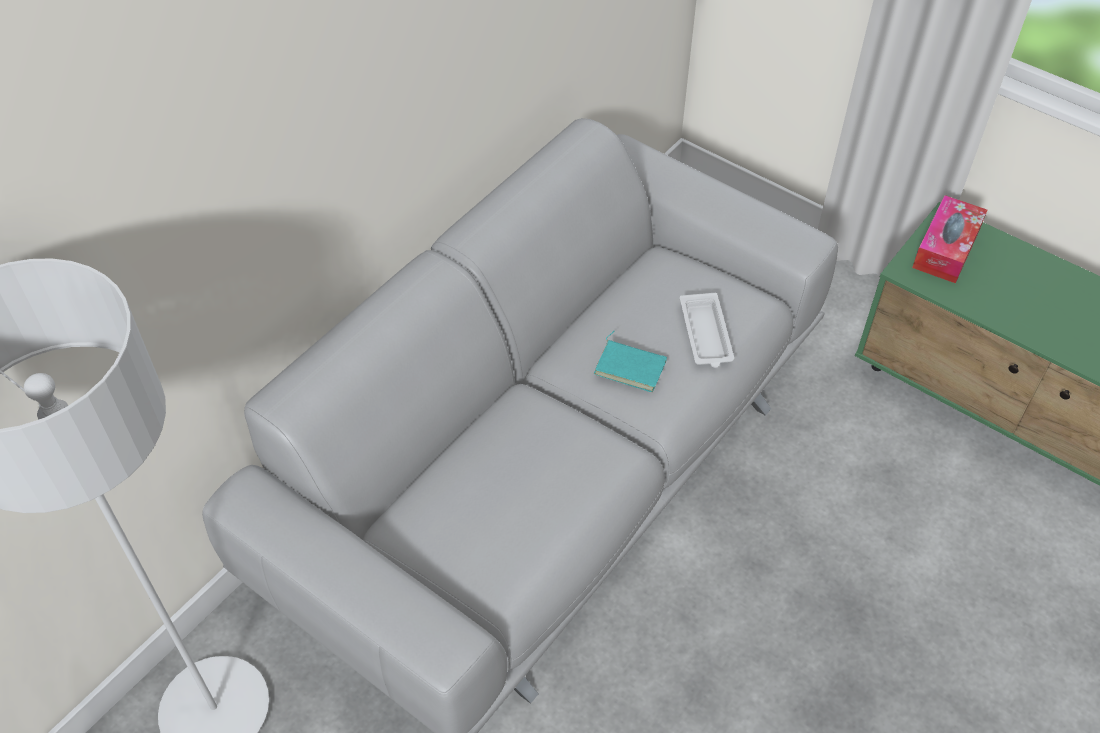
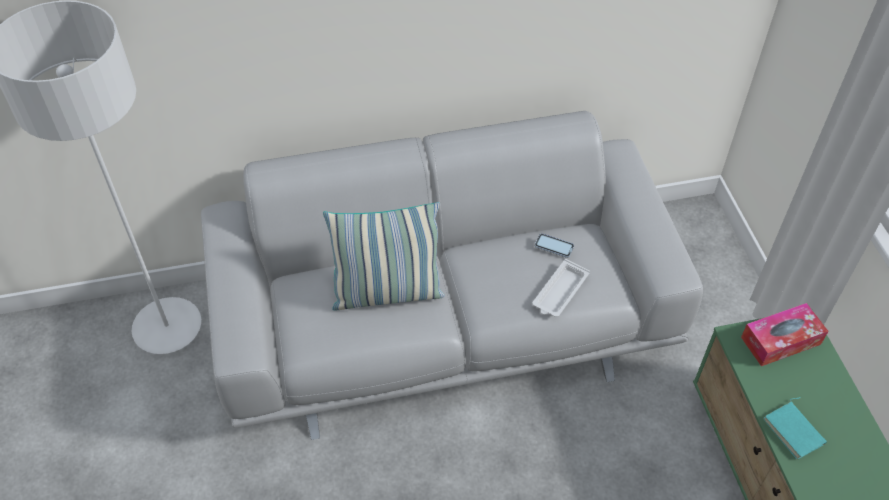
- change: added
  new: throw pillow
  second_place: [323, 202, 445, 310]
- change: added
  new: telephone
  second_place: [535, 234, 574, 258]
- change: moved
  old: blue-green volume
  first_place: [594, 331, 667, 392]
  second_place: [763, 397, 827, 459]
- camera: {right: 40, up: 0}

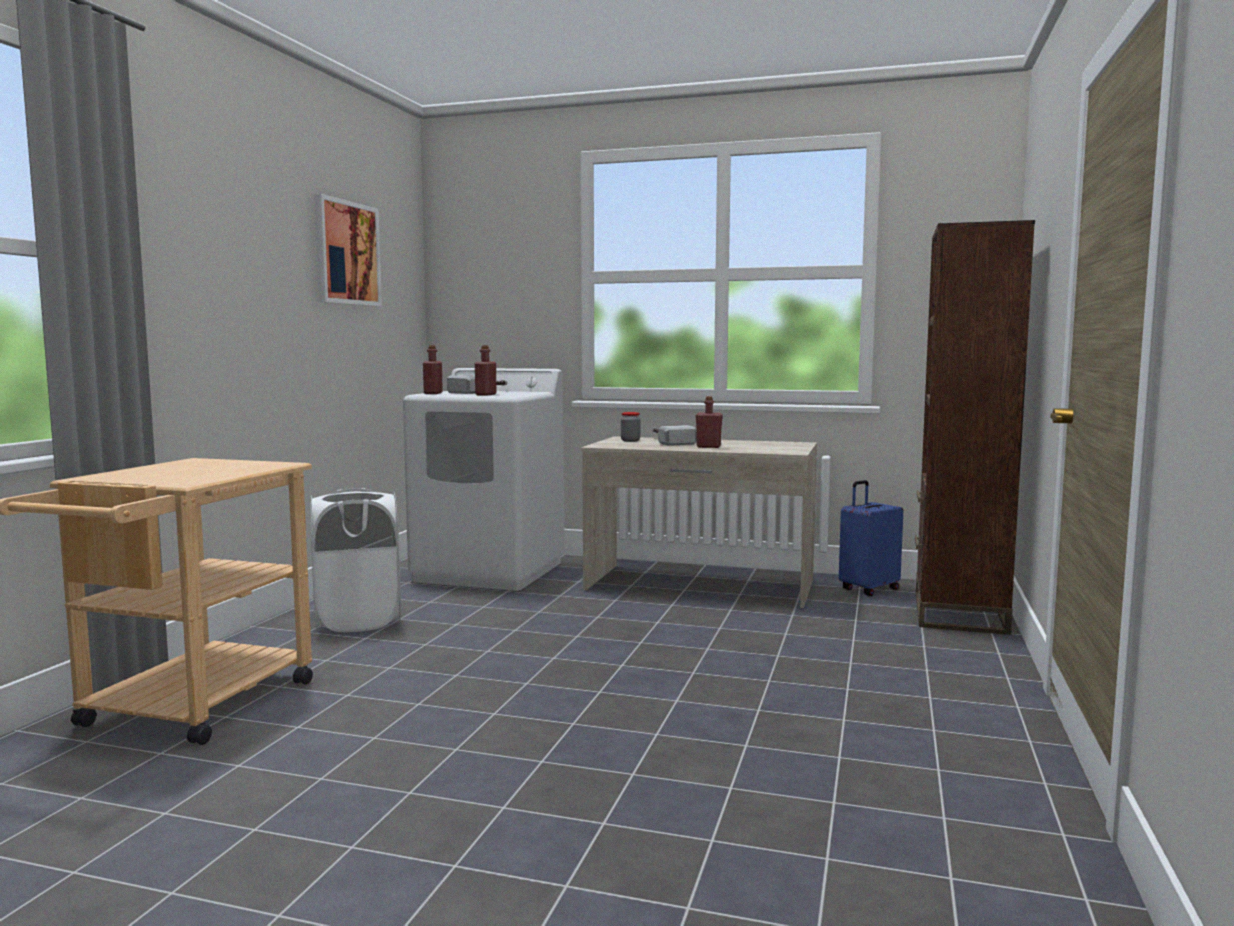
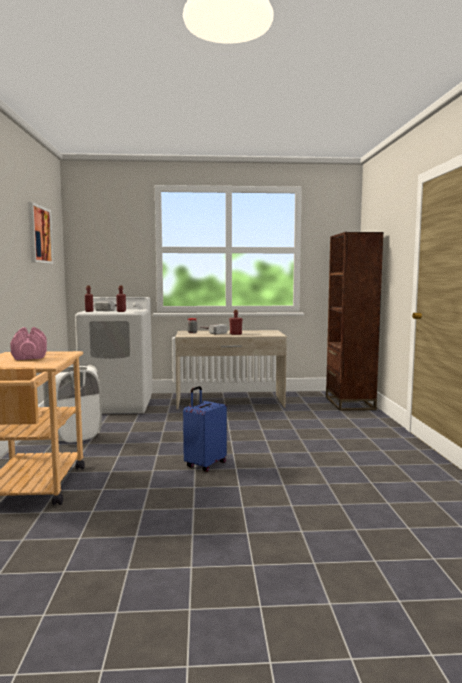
- change: added
  new: pink dumbbell
  second_place: [10, 327, 47, 360]
- change: moved
  old: blue travel case
  first_place: [839, 480, 903, 596]
  second_place: [183, 386, 227, 472]
- camera: {right: -20, up: 0}

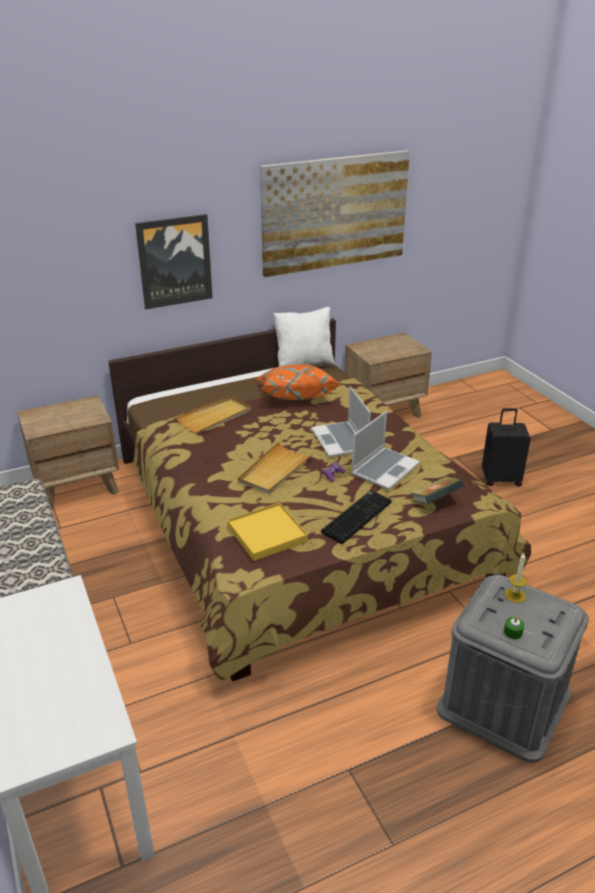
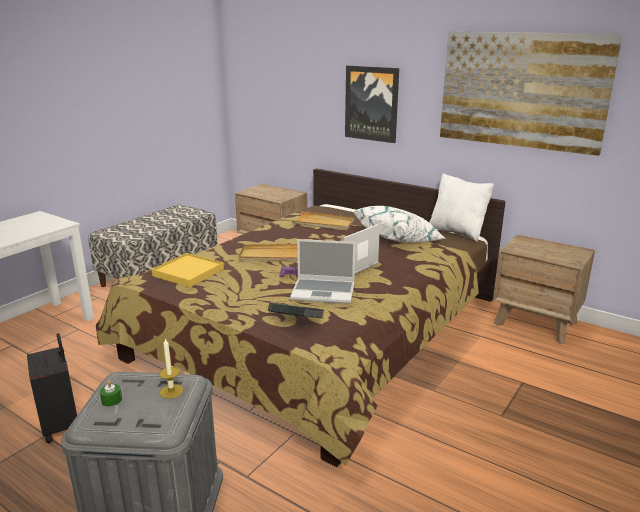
- change: moved
  old: black-coloured travel case
  first_place: [482, 408, 531, 487]
  second_place: [27, 333, 77, 443]
- change: recoloured
  old: orange throw pillow
  new: whitish throw pillow
  first_place: [256, 364, 340, 400]
  second_place: [353, 206, 446, 243]
- change: removed
  old: keyboard
  first_place: [321, 490, 392, 544]
- camera: {right: 60, up: -10}

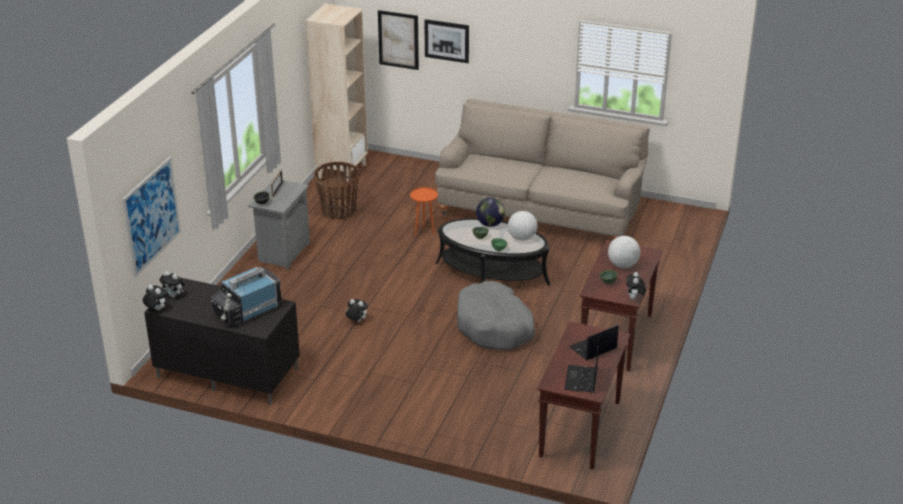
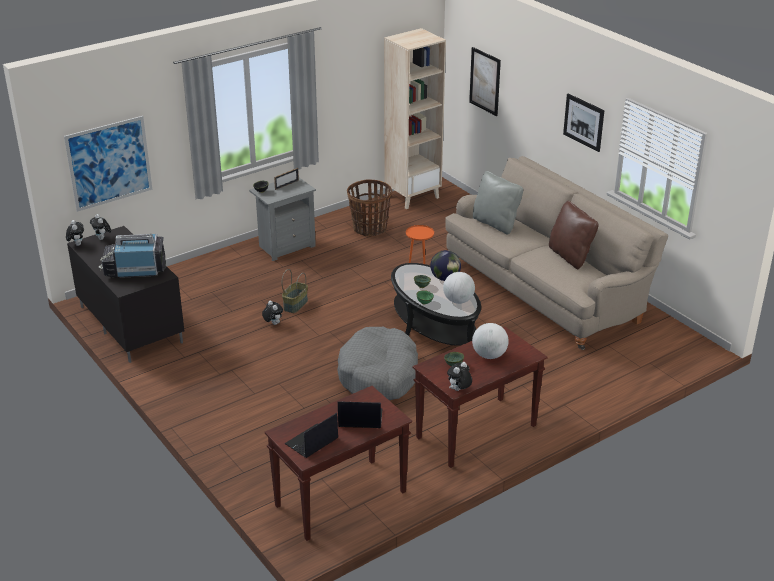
- change: added
  new: storage basket
  second_place: [282, 269, 308, 313]
- change: added
  new: gray throw pillow
  second_place: [473, 171, 523, 234]
- change: added
  new: brown throw pillow
  second_place: [549, 201, 599, 269]
- change: moved
  old: wall art
  first_place: [424, 19, 469, 63]
  second_place: [563, 93, 604, 152]
- camera: {right: 35, up: 0}

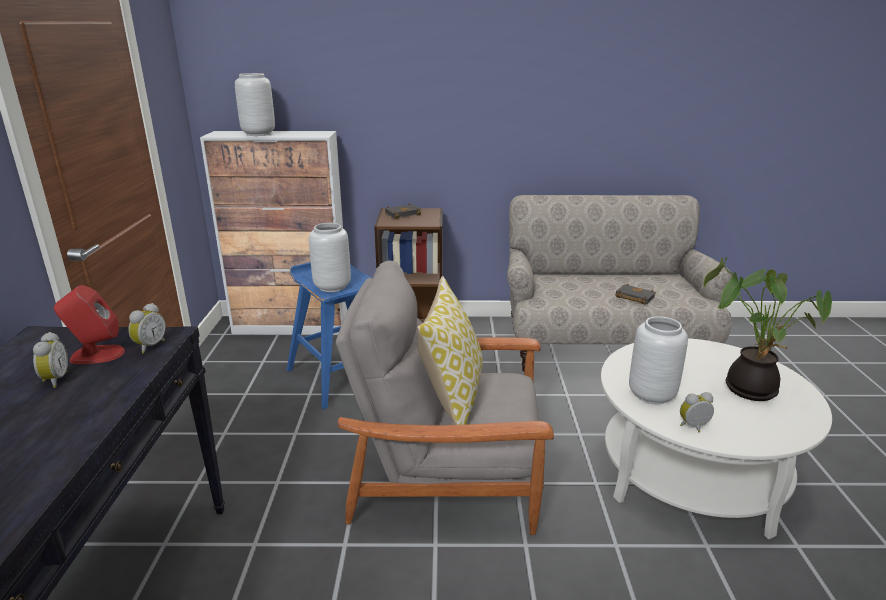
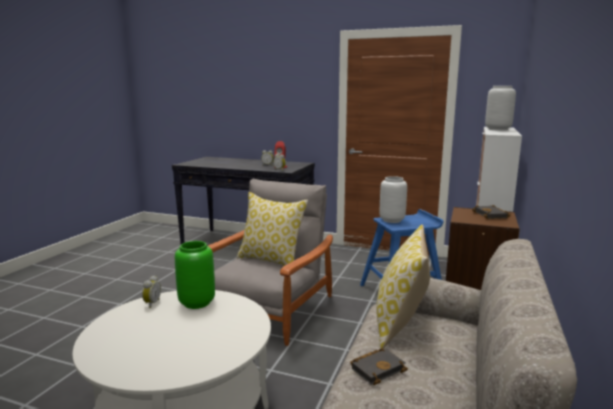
- change: recoloured
  old: gray flower vase
  new: greenish flower vase
  first_place: [629, 316, 688, 404]
  second_place: [175, 241, 215, 309]
- change: added
  new: throw pillow
  second_place: [376, 225, 430, 349]
- change: removed
  old: houseplant
  first_place: [704, 257, 832, 401]
- camera: {right: 110, up: -10}

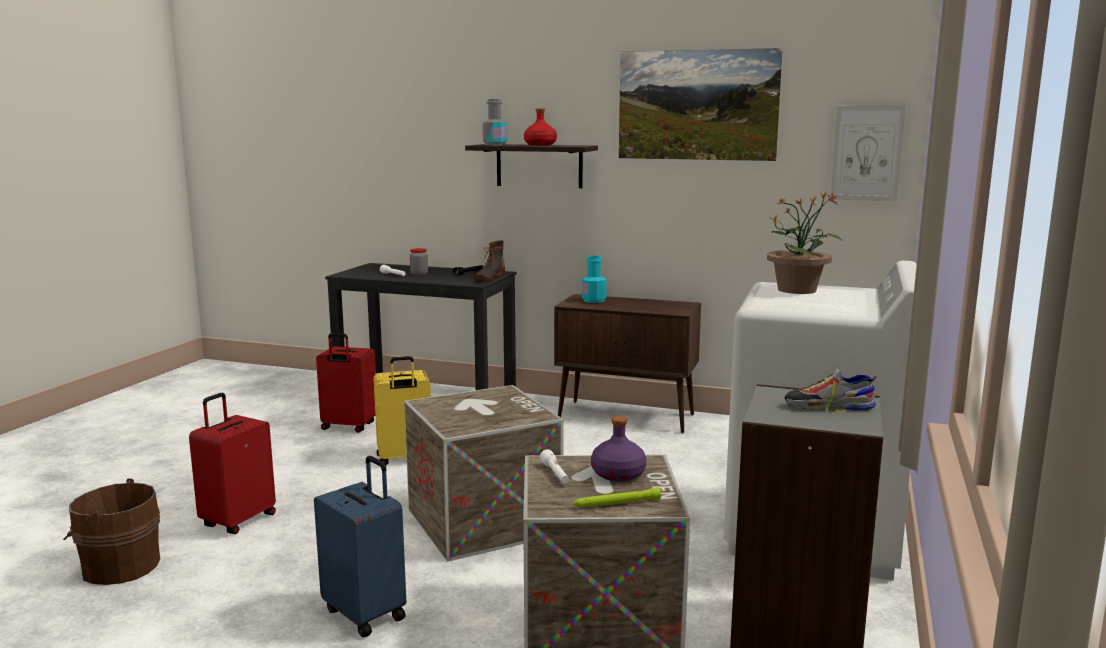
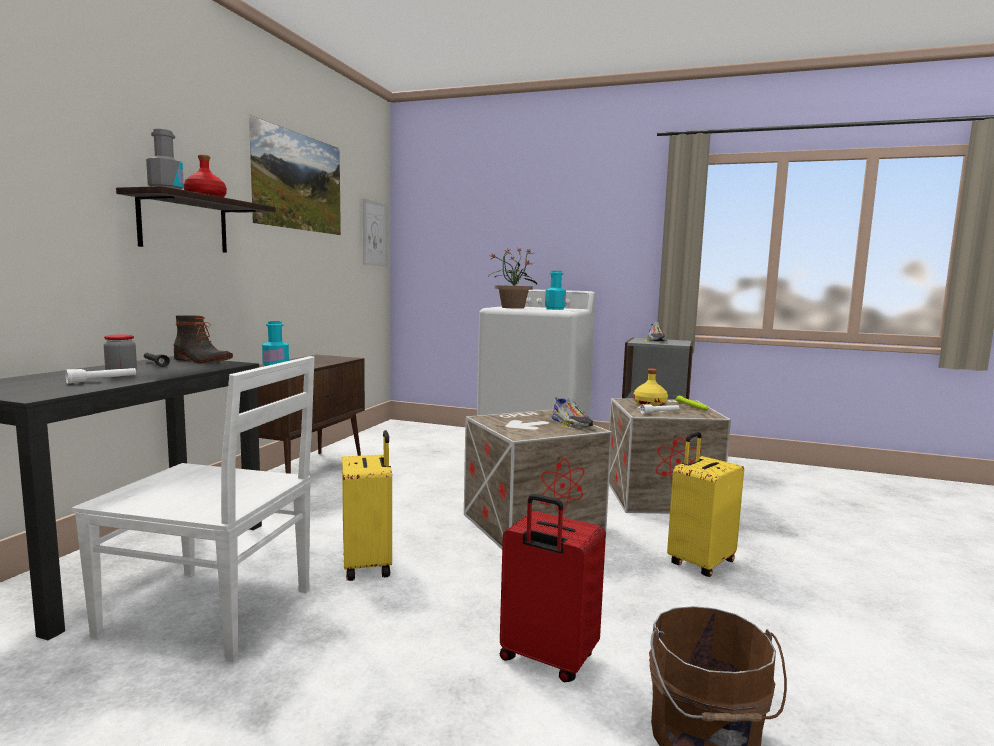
- change: replaced
  old: red-coloured travel case
  new: whitish upright chair
  first_place: [316, 333, 376, 433]
  second_place: [72, 356, 315, 662]
- change: added
  new: blue-green bottle
  second_place: [545, 271, 566, 310]
- change: added
  new: low shoe
  second_place: [551, 397, 594, 429]
- change: recoloured
  old: purple-coloured bottle
  new: yellowish bottle
  first_place: [591, 416, 646, 482]
  second_place: [633, 368, 668, 406]
- change: recoloured
  old: blue travel case
  new: yellowish travel case
  first_place: [314, 456, 406, 637]
  second_place: [667, 432, 744, 577]
- camera: {right: -90, up: -5}

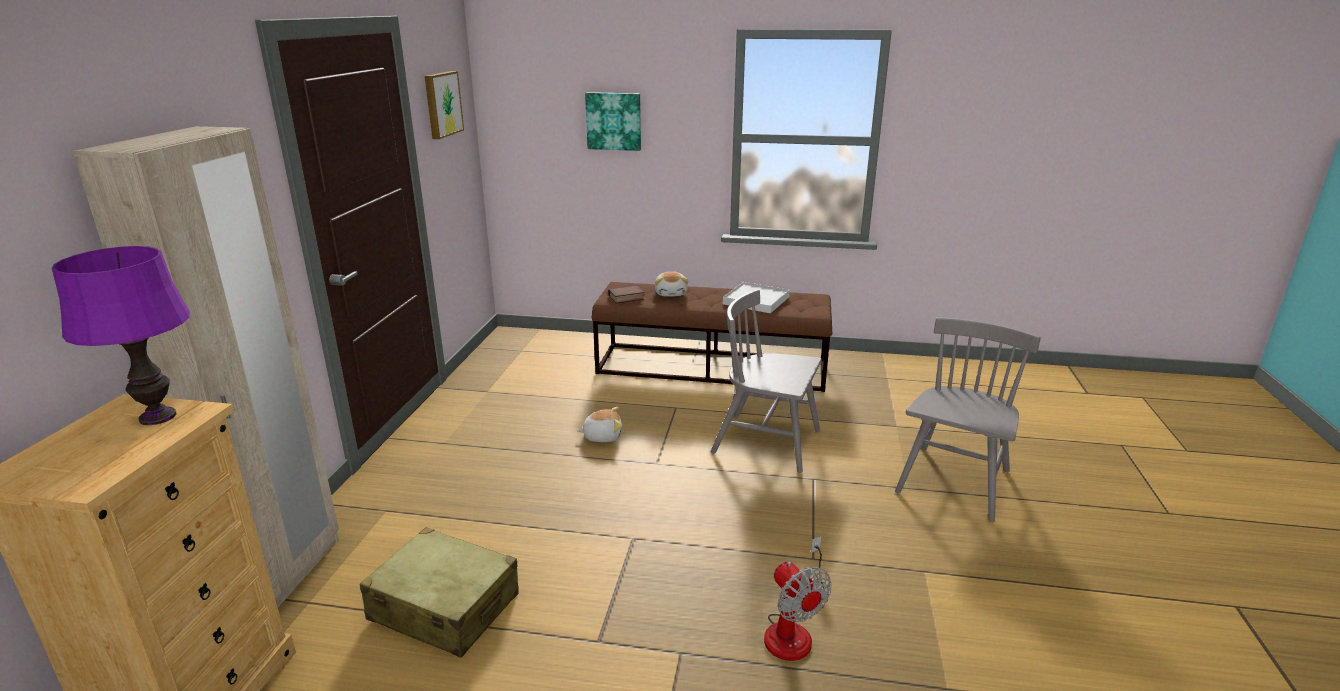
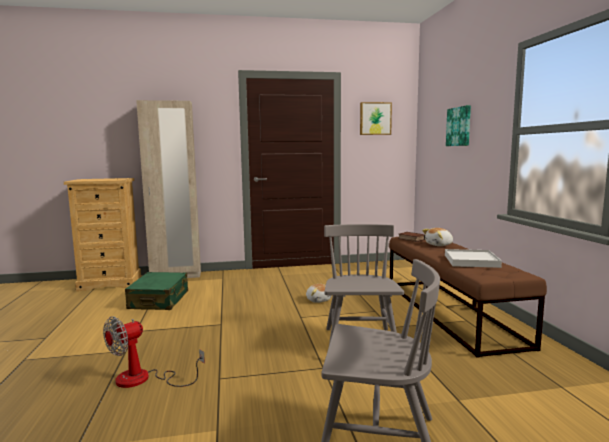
- change: recoloured
  old: sand-coloured travel case
  new: greenish travel case
  first_place: [360, 527, 519, 658]
  second_place: [125, 272, 188, 310]
- change: removed
  old: purple-coloured lamp for a table
  first_place: [52, 246, 190, 425]
- camera: {right: 70, up: -15}

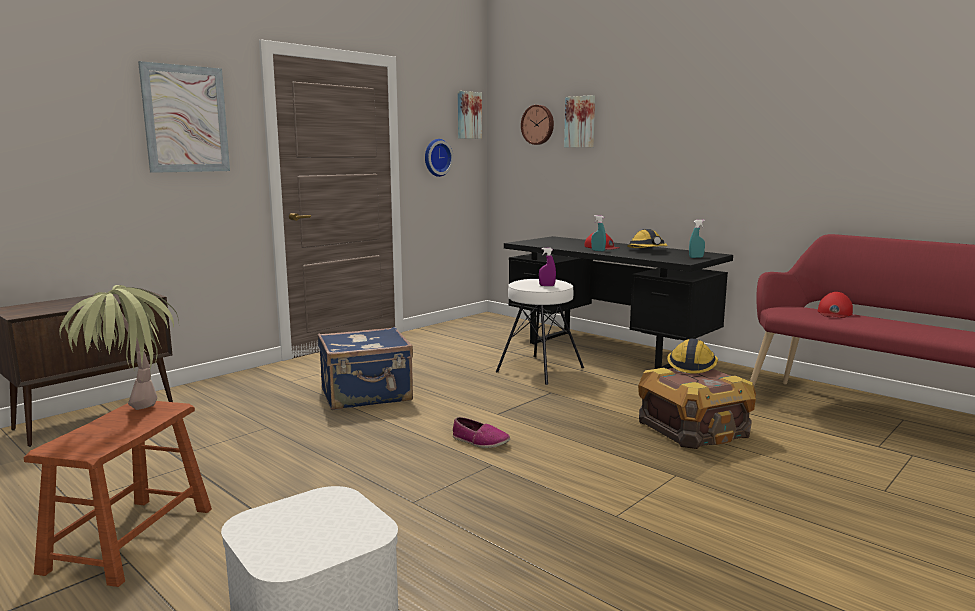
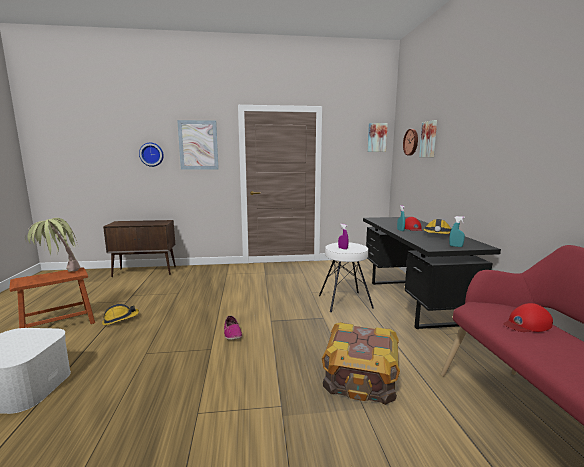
- change: moved
  old: hard hat
  first_place: [667, 339, 718, 374]
  second_place: [102, 304, 139, 325]
- change: moved
  old: wall clock
  first_place: [425, 139, 454, 177]
  second_place: [139, 143, 164, 167]
- change: removed
  old: blue travel case
  first_place: [318, 327, 413, 410]
- camera: {right: 40, up: 0}

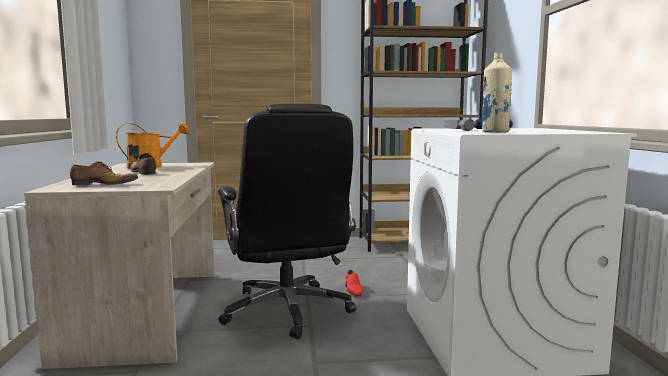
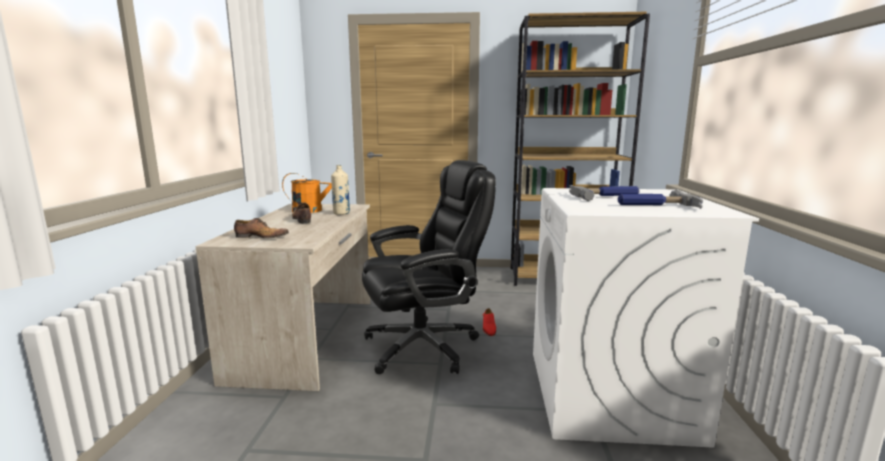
- change: moved
  old: sand-coloured bottle
  first_place: [482, 52, 512, 133]
  second_place: [331, 165, 350, 215]
- change: turned
  old: black-coloured office chair
  first_place: [218, 103, 356, 339]
  second_place: [362, 160, 496, 374]
  degrees: -105
- change: added
  new: hammer
  second_place: [618, 190, 703, 209]
- camera: {right: 10, up: 5}

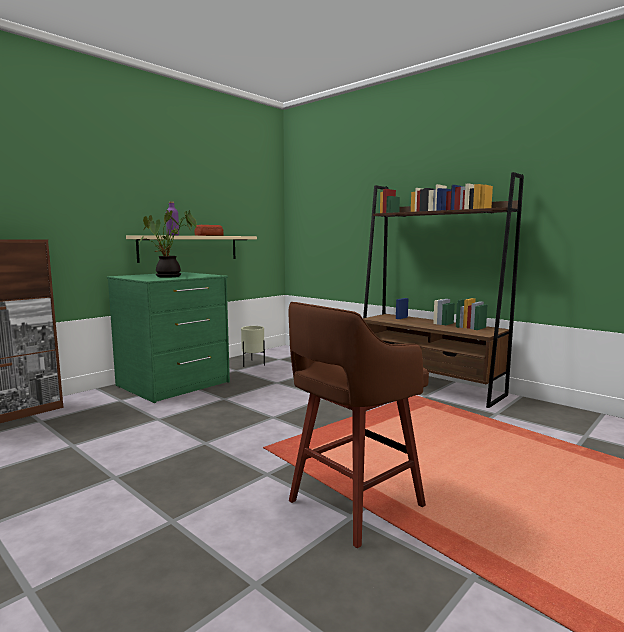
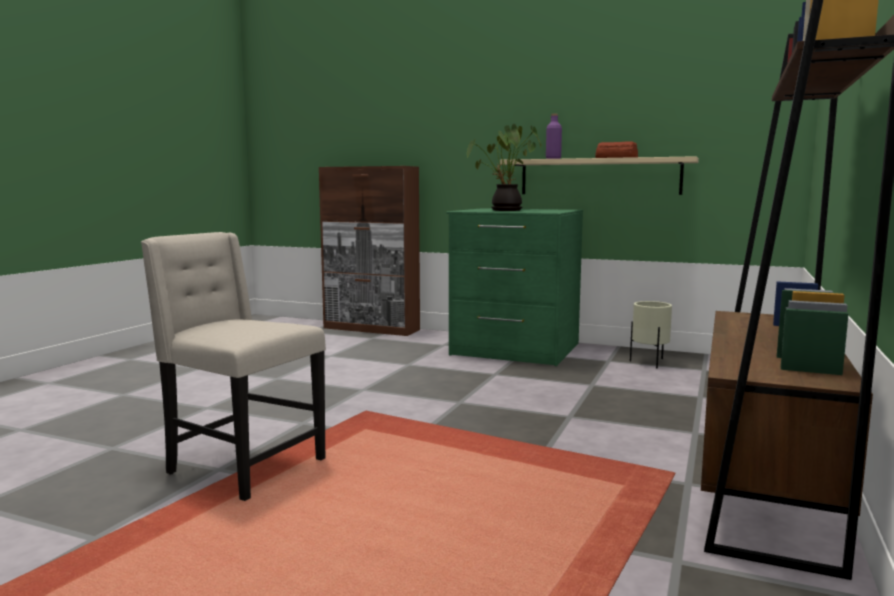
- change: replaced
  old: brown stool seat
  new: sand-coloured upright chair
  first_place: [289, 302, 429, 548]
  second_place: [141, 232, 326, 501]
- camera: {right: 70, up: 0}

